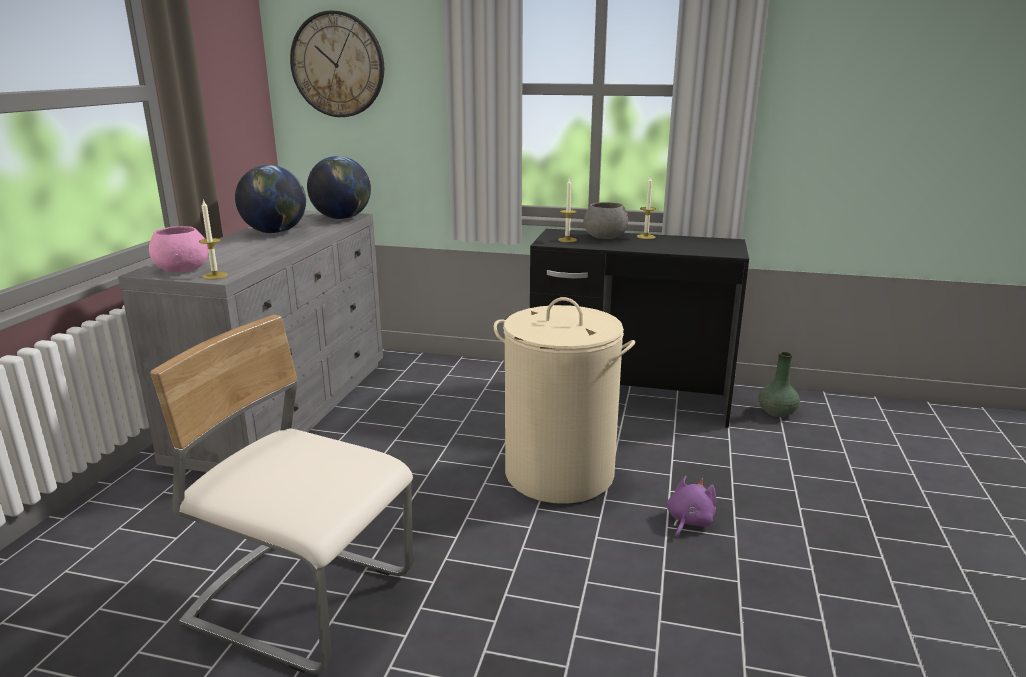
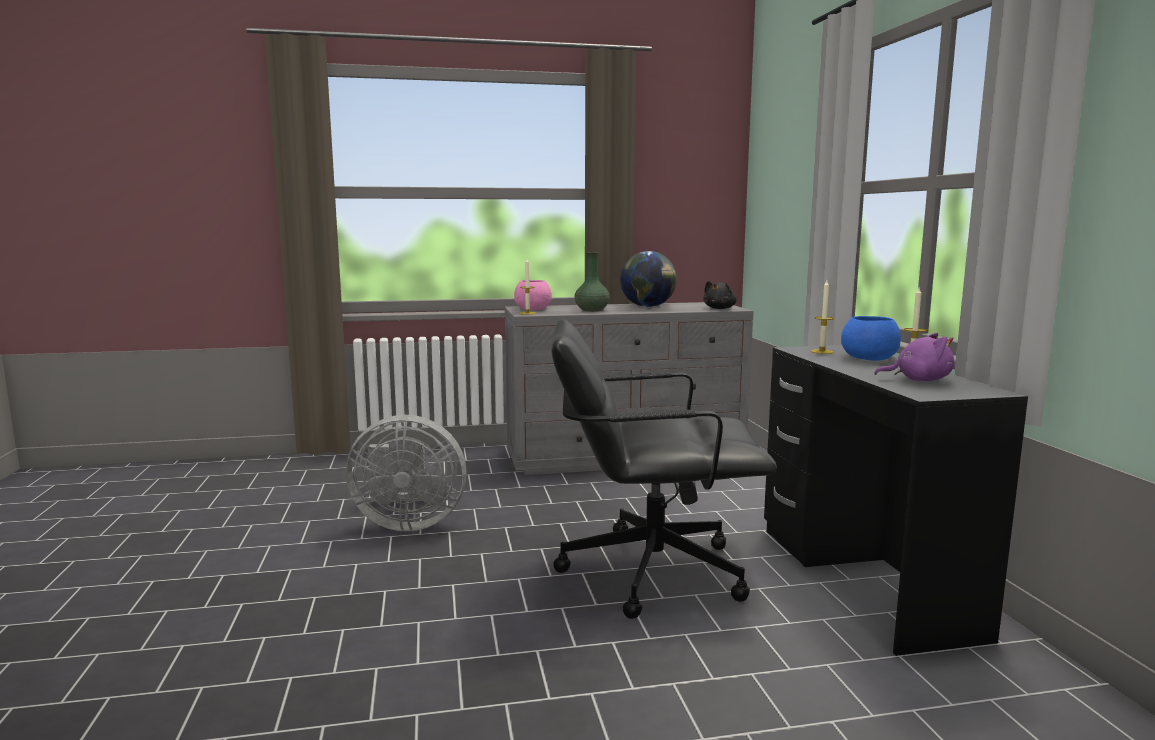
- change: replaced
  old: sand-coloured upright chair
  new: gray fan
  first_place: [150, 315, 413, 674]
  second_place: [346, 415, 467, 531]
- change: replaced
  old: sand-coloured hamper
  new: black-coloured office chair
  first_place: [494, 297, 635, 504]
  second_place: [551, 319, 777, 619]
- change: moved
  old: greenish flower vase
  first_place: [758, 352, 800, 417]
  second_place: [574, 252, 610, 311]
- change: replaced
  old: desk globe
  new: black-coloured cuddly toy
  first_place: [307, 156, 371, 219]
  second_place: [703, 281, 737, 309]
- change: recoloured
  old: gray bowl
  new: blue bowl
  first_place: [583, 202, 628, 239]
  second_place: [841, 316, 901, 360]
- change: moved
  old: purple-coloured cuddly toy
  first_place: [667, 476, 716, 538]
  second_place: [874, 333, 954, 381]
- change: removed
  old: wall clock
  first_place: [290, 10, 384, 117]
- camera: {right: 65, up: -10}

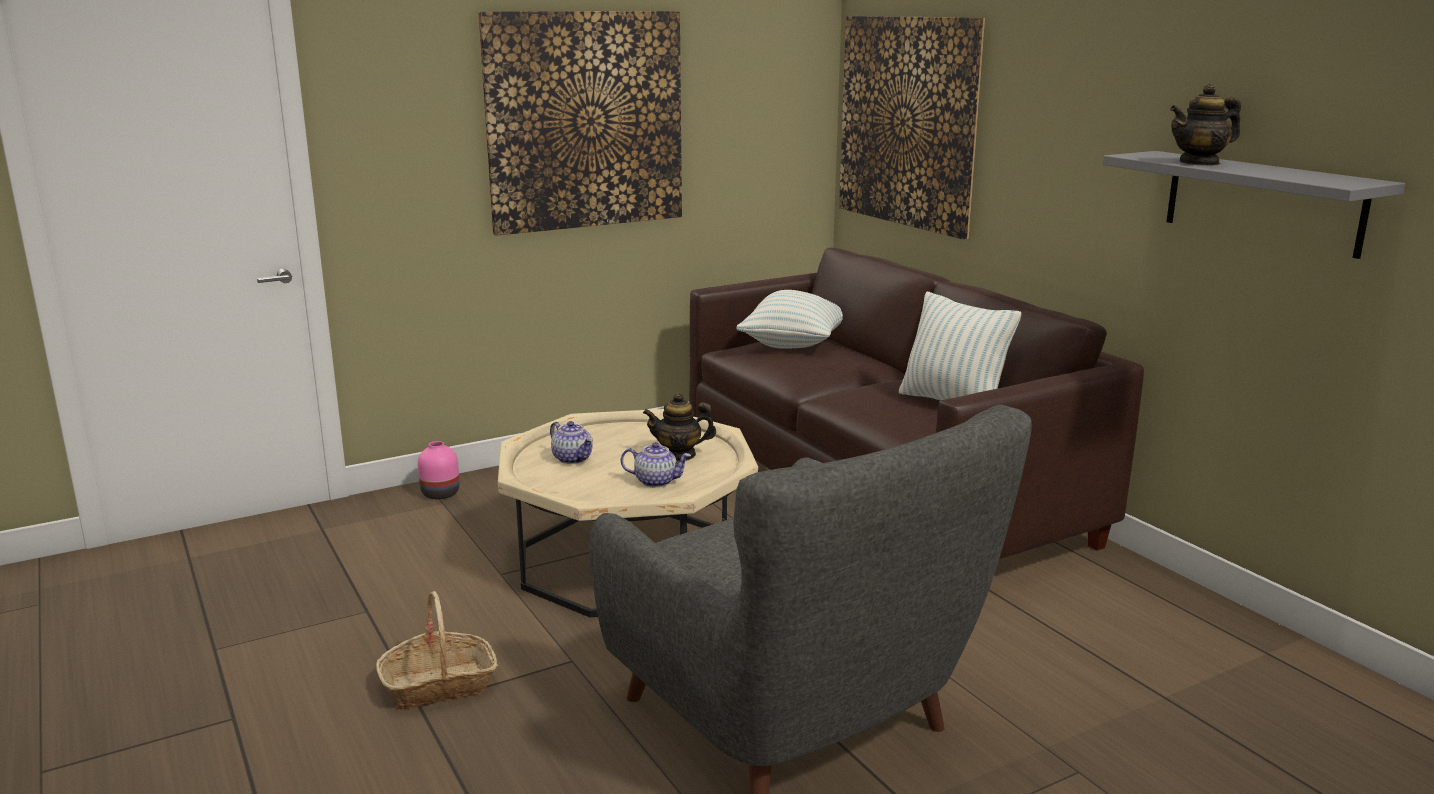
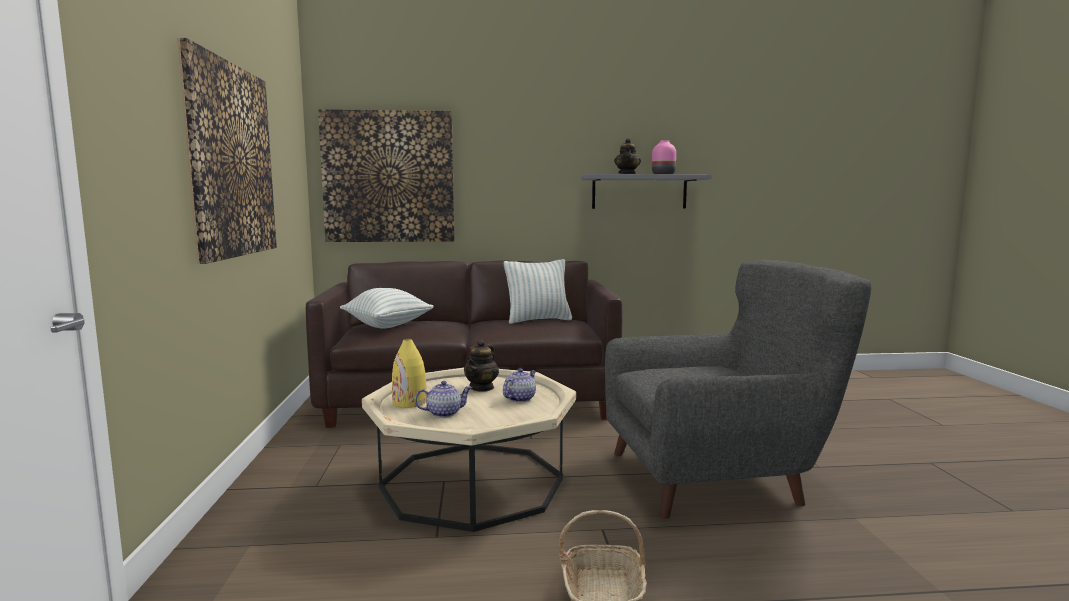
- change: added
  new: yellowish flower vase
  second_place: [392, 339, 427, 408]
- change: moved
  old: pink flower vase
  first_place: [418, 441, 460, 499]
  second_place: [652, 140, 676, 174]
- camera: {right: -65, up: -10}

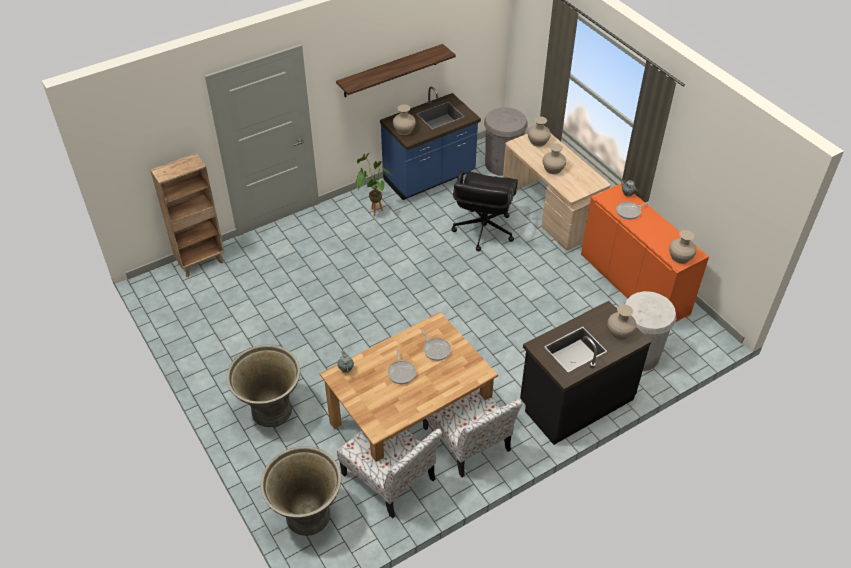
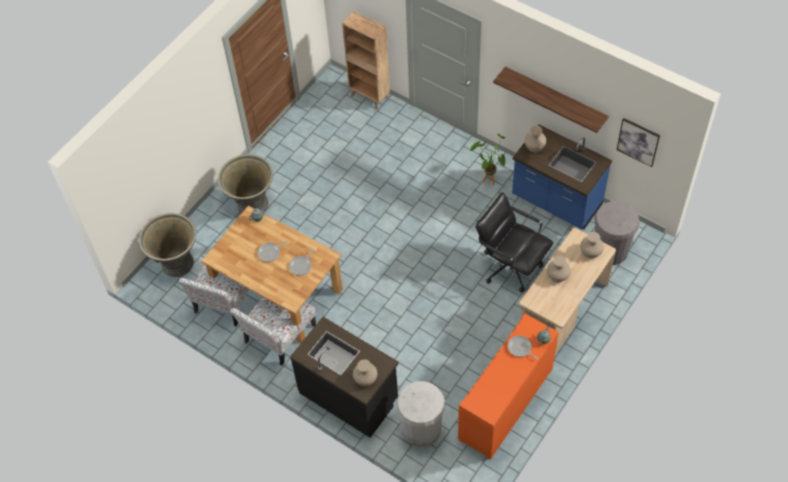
- change: turned
  old: black-coloured office chair
  first_place: [451, 170, 518, 251]
  second_place: [475, 192, 553, 293]
  degrees: 45
- change: added
  new: wall art
  second_place: [617, 118, 660, 167]
- change: removed
  old: sand-coloured flower vase
  first_place: [669, 230, 696, 264]
- camera: {right: 70, up: 10}

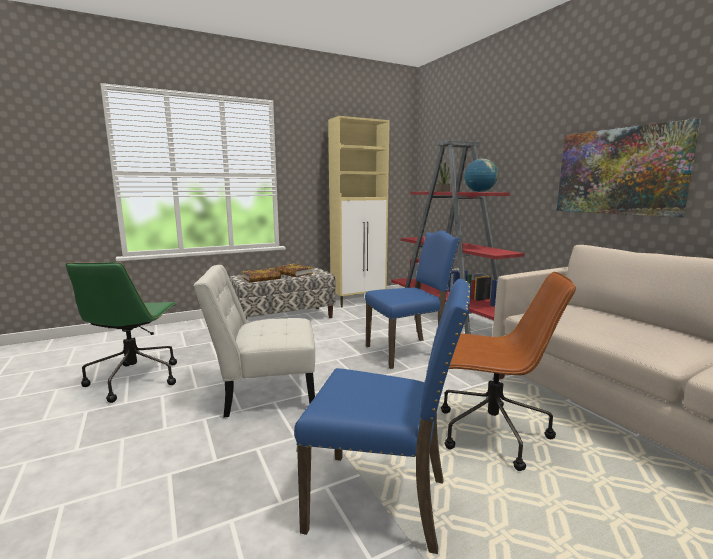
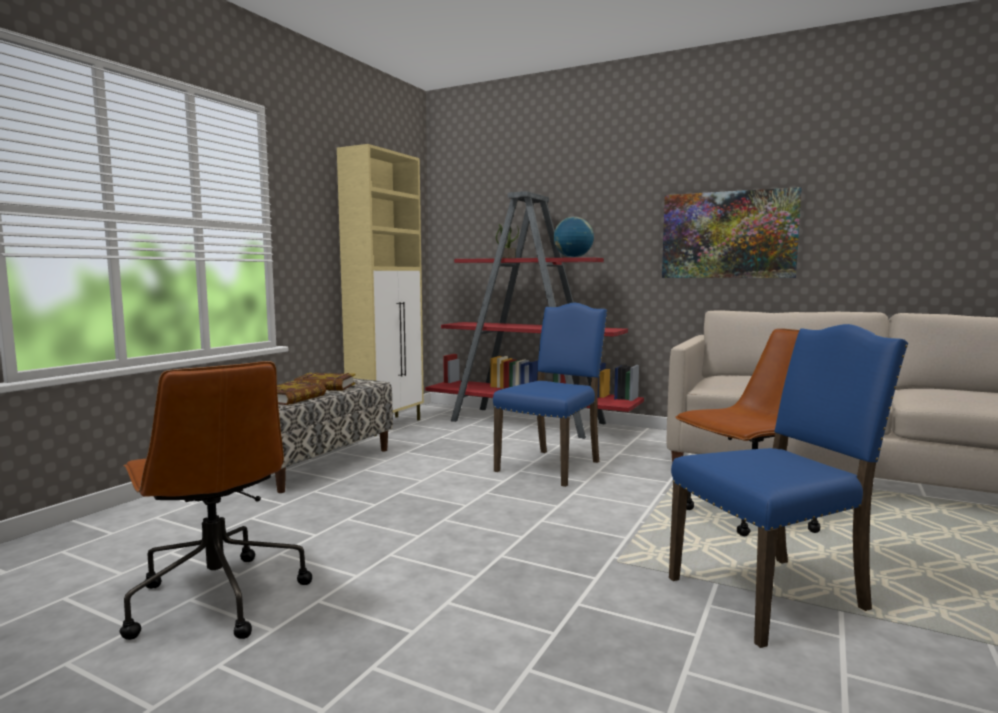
- change: recoloured
  old: greenish office chair
  new: brown office chair
  first_place: [66, 262, 178, 403]
  second_place: [119, 361, 312, 640]
- change: removed
  old: whitish upright chair
  first_place: [193, 265, 315, 418]
- camera: {right: -35, up: -5}

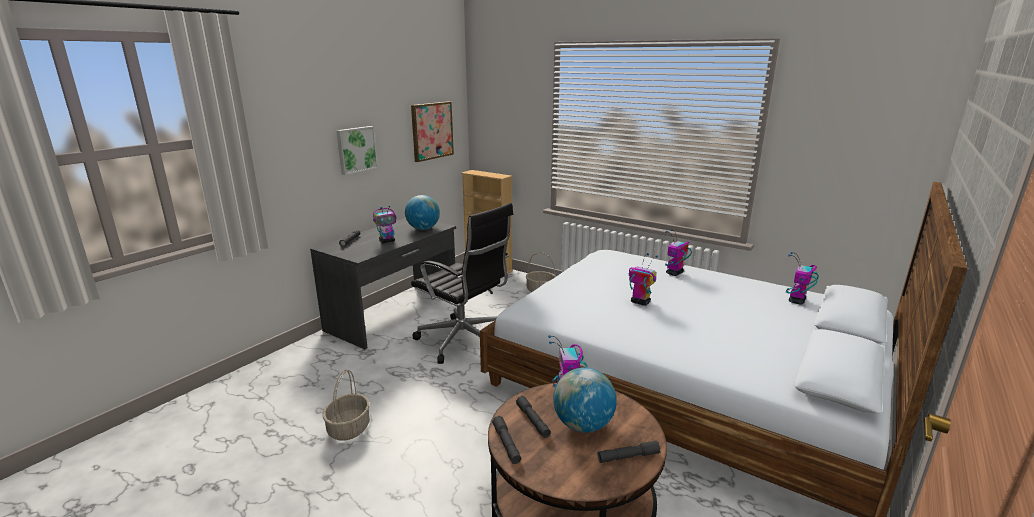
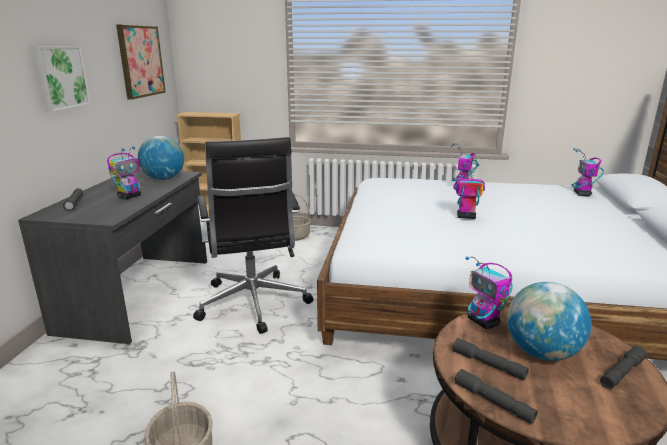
- change: turned
  old: black-coloured office chair
  first_place: [411, 203, 513, 364]
  second_place: [193, 137, 314, 334]
  degrees: 60
- camera: {right: -25, up: 0}

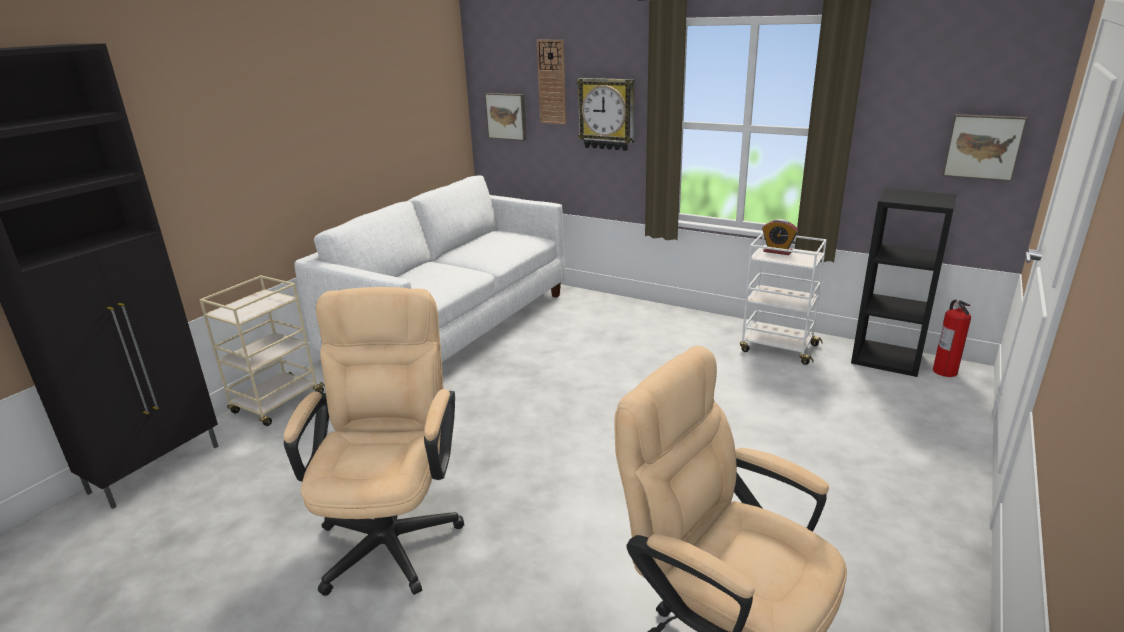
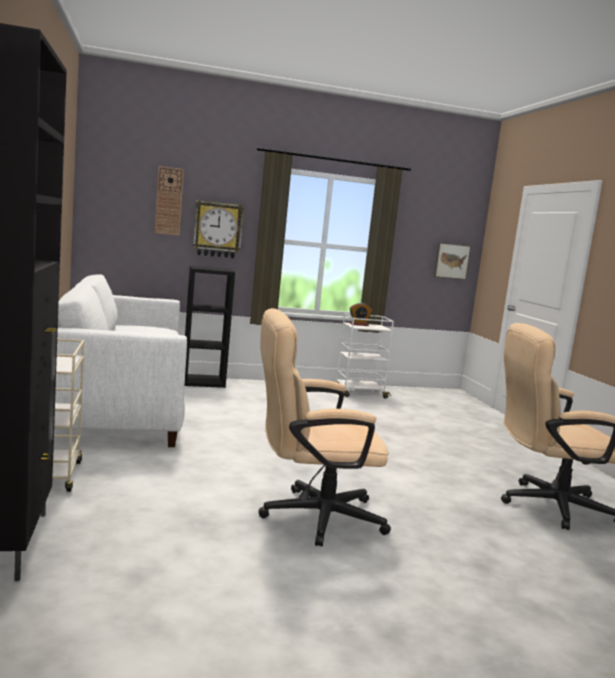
- change: moved
  old: black-coloured bookcase
  first_place: [851, 188, 956, 377]
  second_place: [185, 266, 235, 388]
- change: turned
  old: sand-coloured office chair
  first_place: [283, 287, 464, 596]
  second_place: [258, 308, 391, 546]
  degrees: -60
- change: removed
  old: wall art
  first_place: [485, 93, 527, 141]
- change: removed
  old: fire extinguisher
  first_place: [933, 299, 971, 377]
- camera: {right: -45, up: -15}

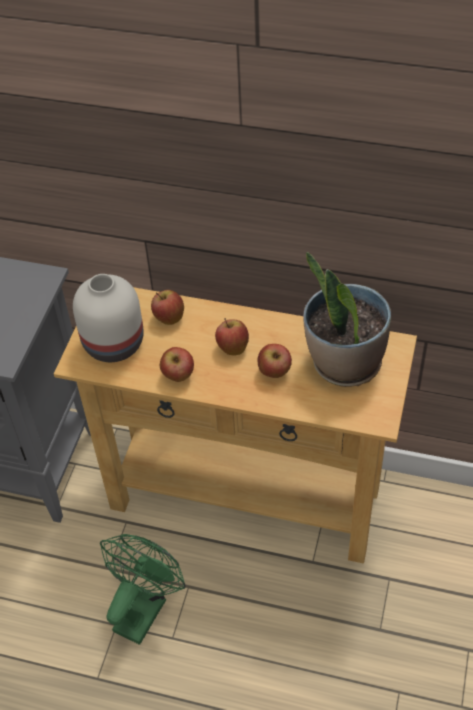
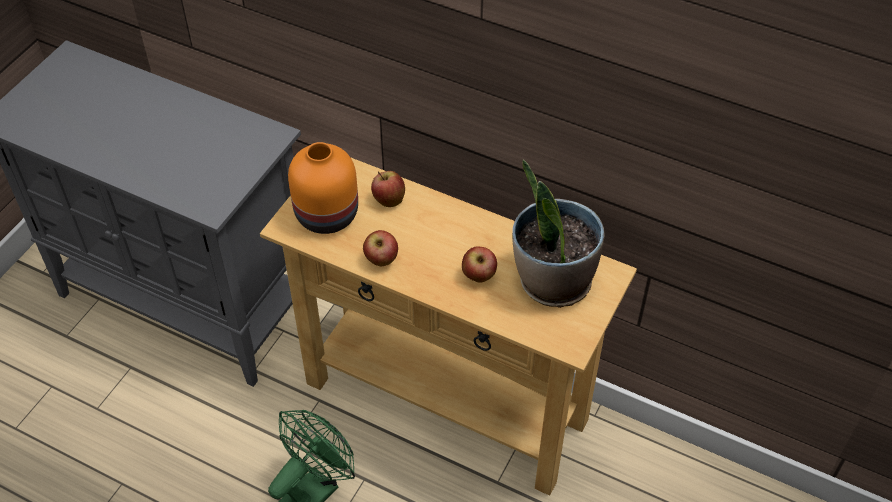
- change: recoloured
  old: whitish flower vase
  new: orange flower vase
  first_place: [73, 274, 144, 362]
  second_place: [288, 142, 358, 234]
- change: removed
  old: whole apple
  first_place: [215, 318, 249, 355]
- camera: {right: 10, up: 0}

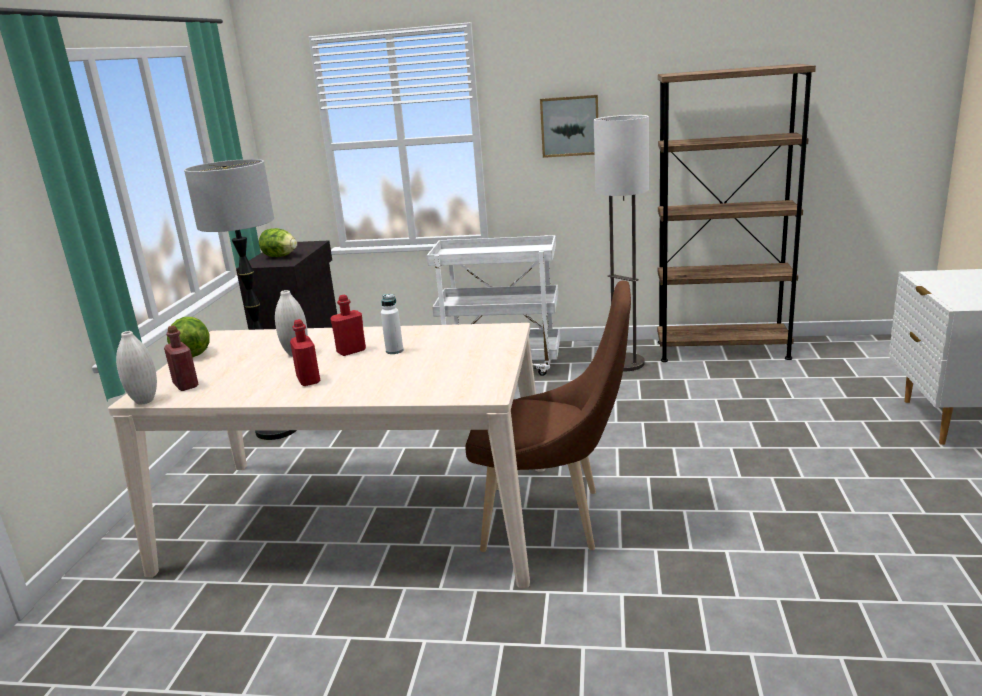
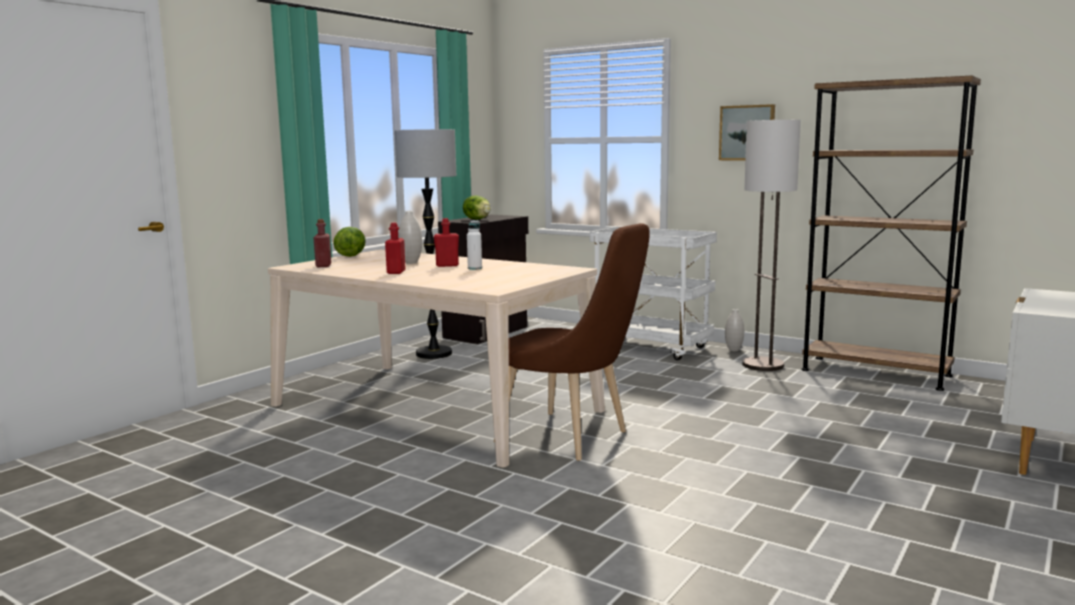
- change: moved
  old: whitish flower vase
  first_place: [116, 331, 157, 405]
  second_place: [725, 309, 744, 351]
- camera: {right: 25, up: -10}

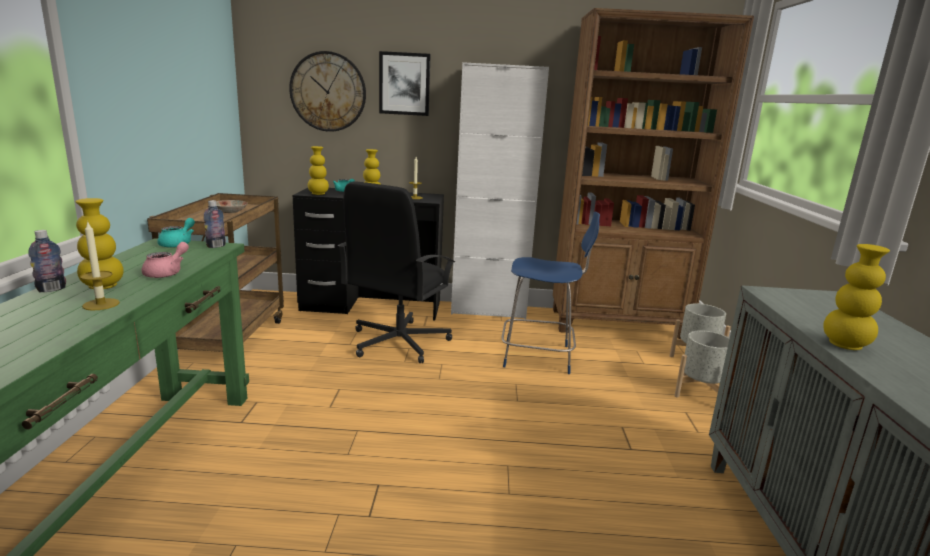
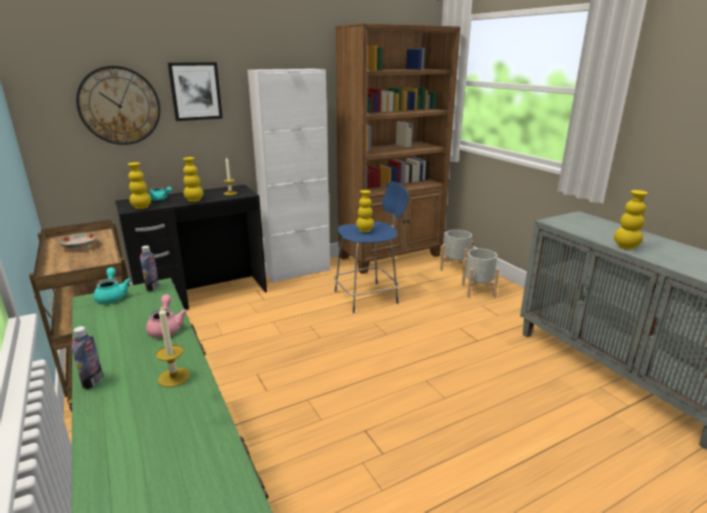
- change: moved
  old: yellowish flower vase
  first_place: [75, 198, 123, 289]
  second_place: [356, 190, 374, 232]
- change: removed
  old: black-coloured office chair
  first_place: [338, 181, 455, 363]
- camera: {right: -30, up: 5}

